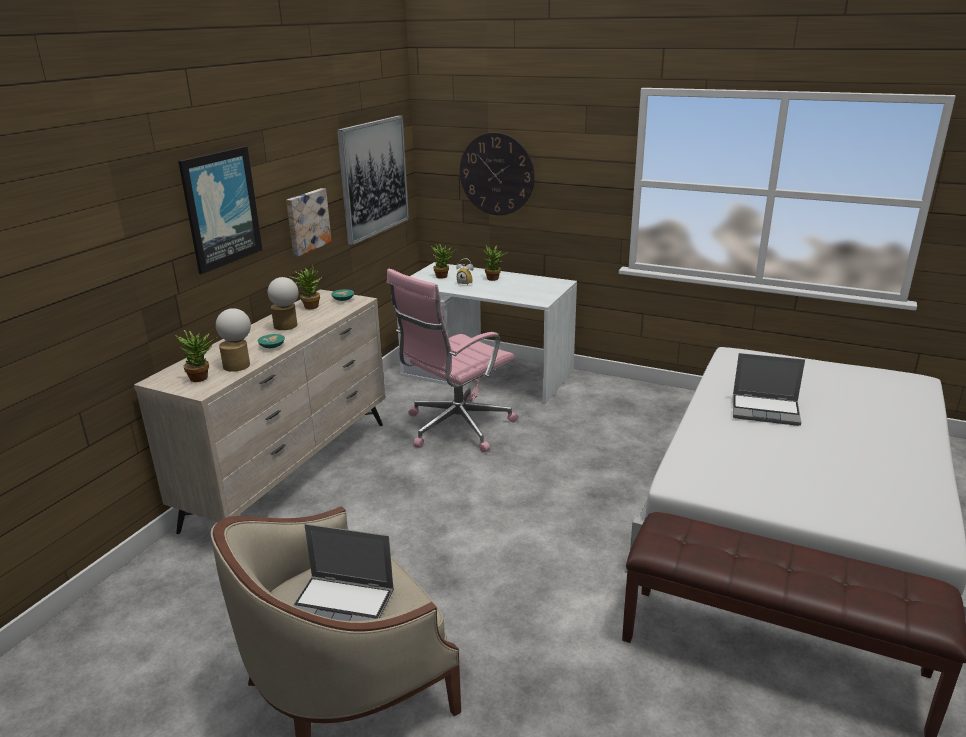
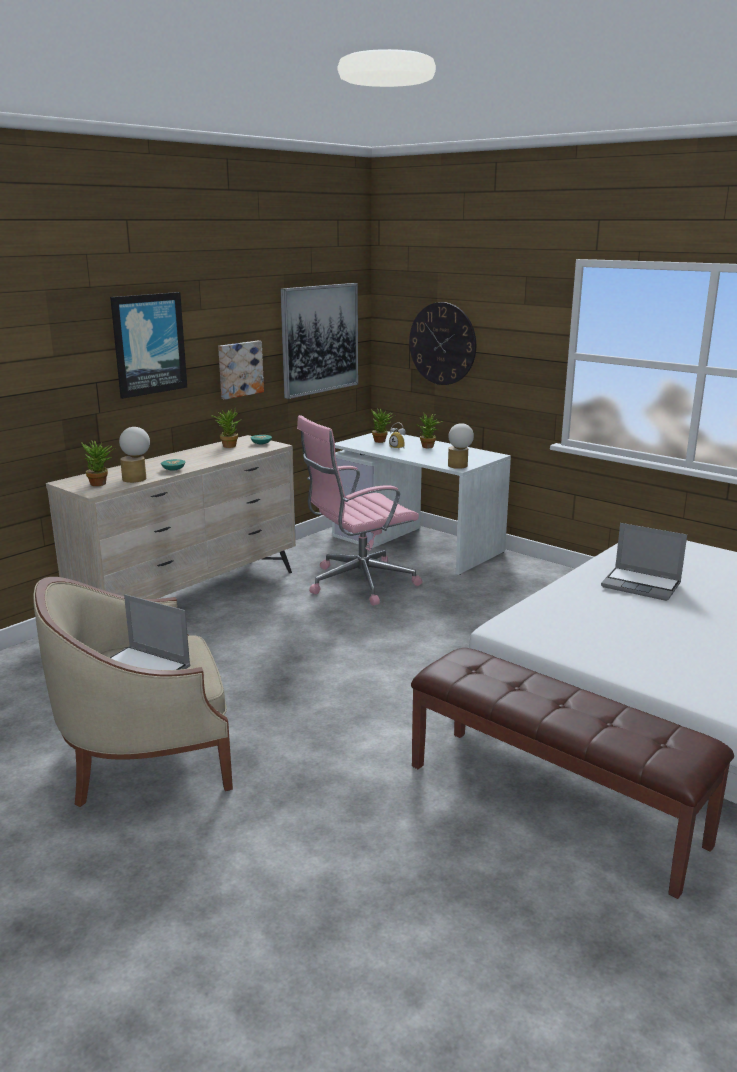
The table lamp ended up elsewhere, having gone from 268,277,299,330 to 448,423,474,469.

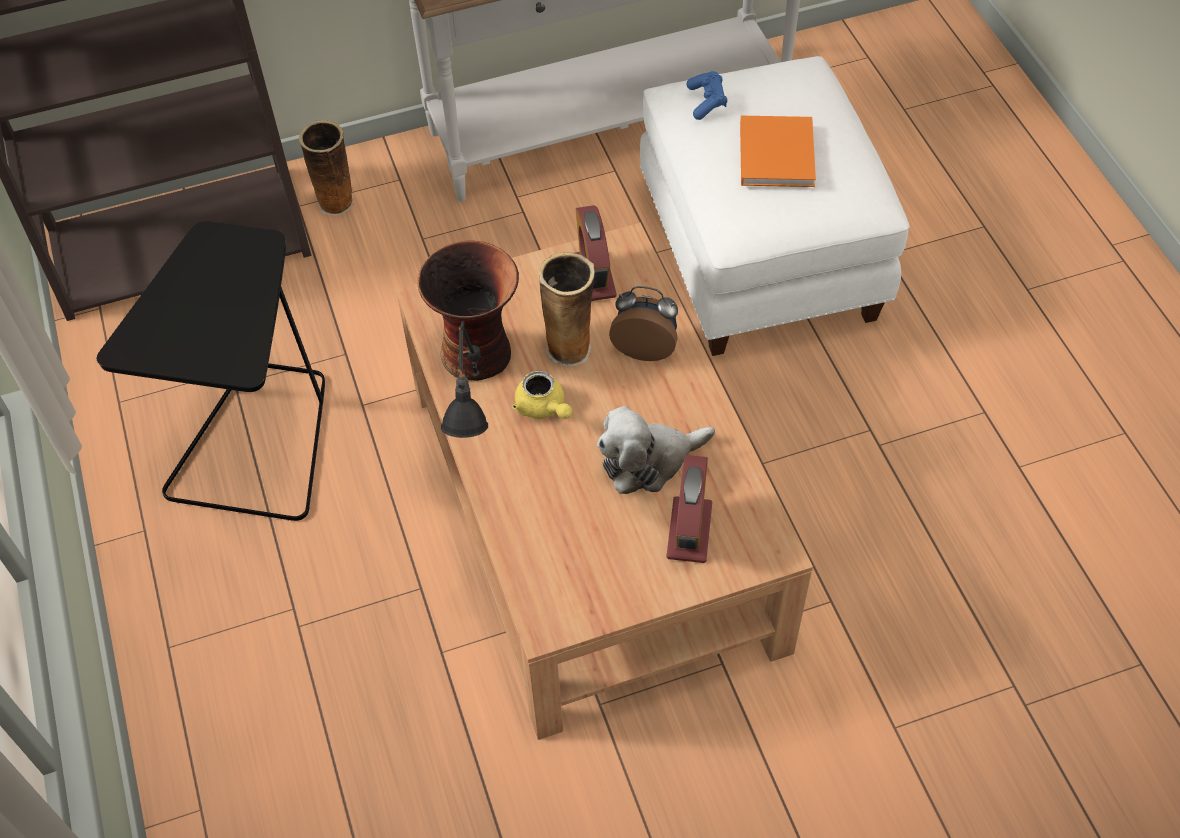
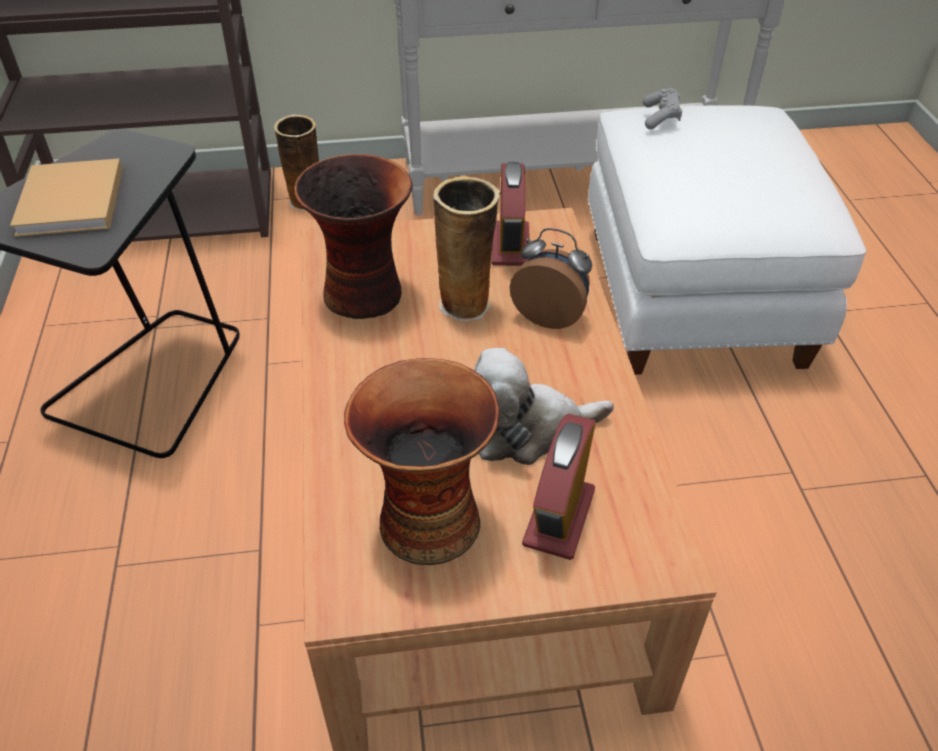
The second view gained the beige-coloured volume at 10,158,123,237. The second view gained the decorative vase at 344,358,500,565. What was the bluish game controller at 687,71,727,120 turned into the grey game controller at 643,88,682,129. The second view lost the black table lamp at 441,321,488,438. The second view lost the yellow-coloured tea pot at 512,371,572,419. The second view lost the orange volume at 740,116,816,187.

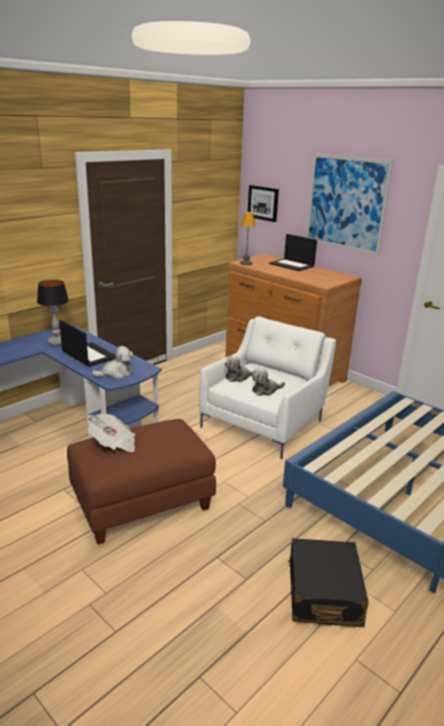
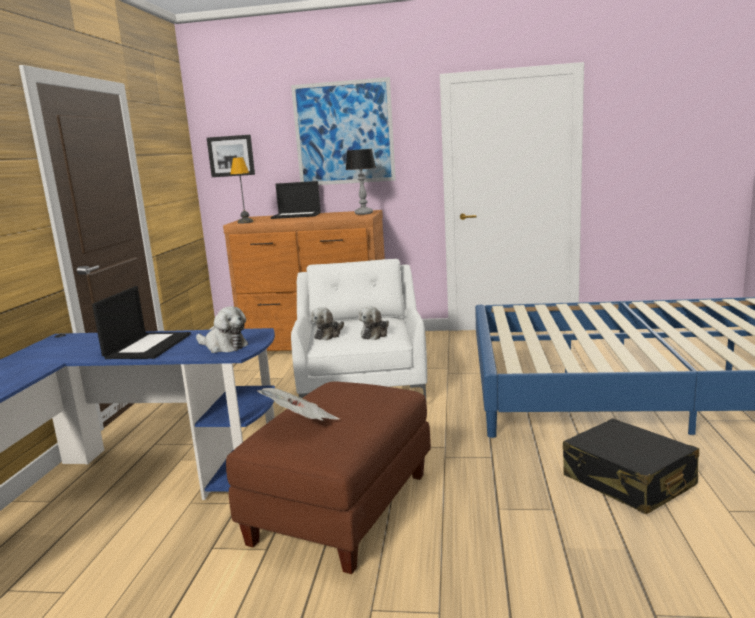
The portable computer at 59,320,115,367 ended up facing another way, 90 degrees clockwise from before. The soft toy at 92,346,134,379 ended up facing another way, 90 degrees clockwise from before. The table lamp ended up elsewhere, having gone from 37,280,69,346 to 346,149,376,215.

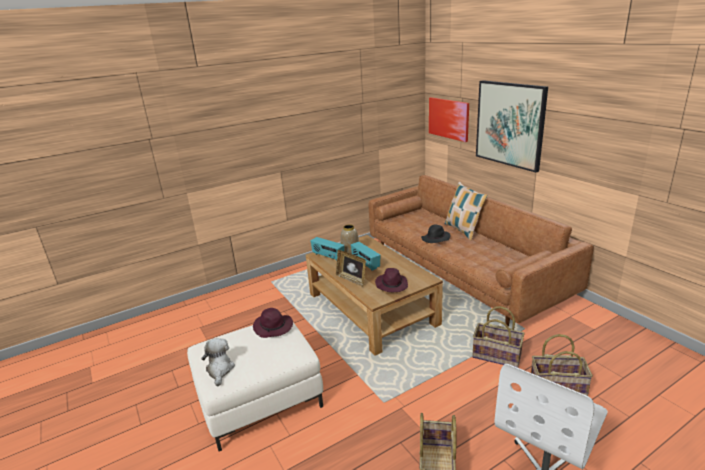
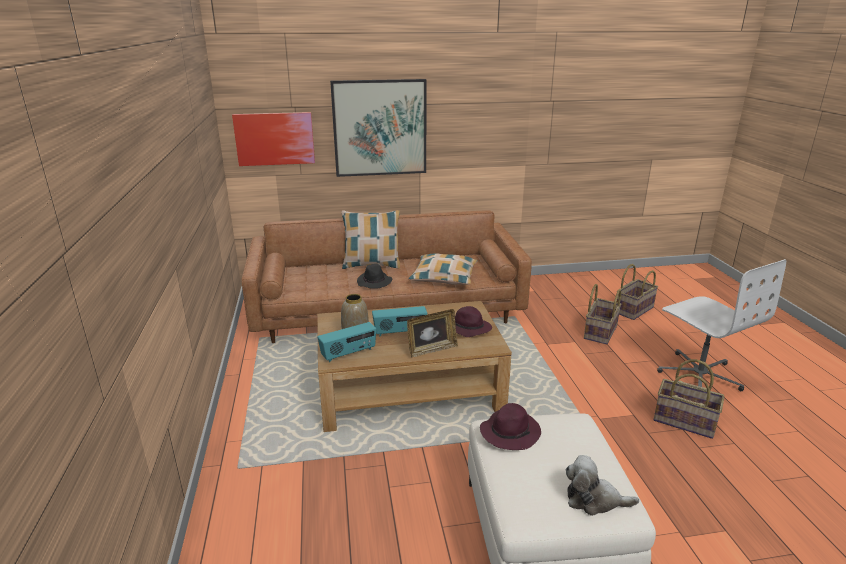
The second view gained the throw pillow at 409,253,478,285. The storage basket ended up elsewhere, having gone from 472,306,525,368 to 617,264,658,320.

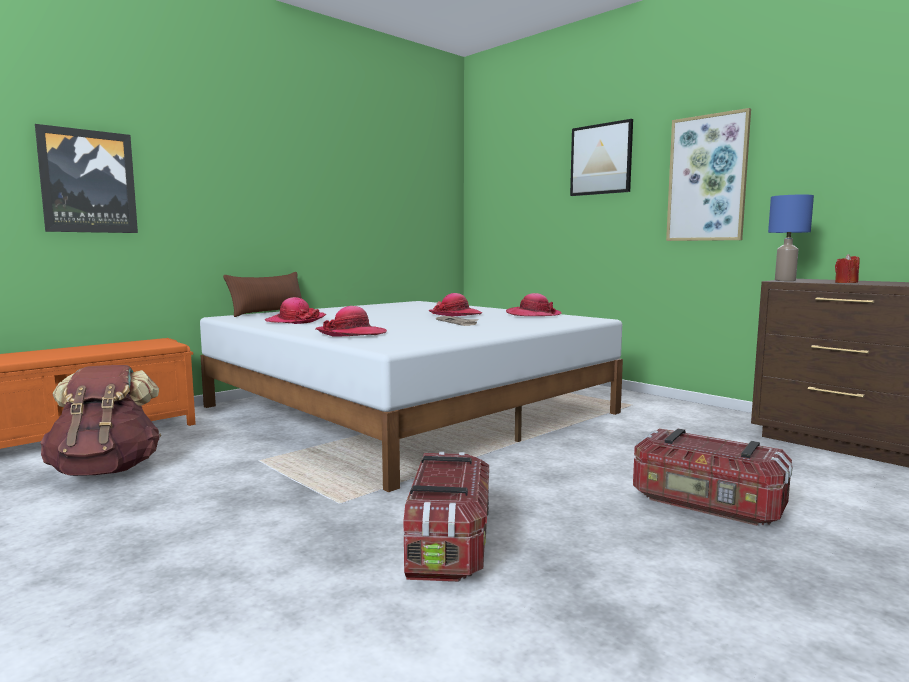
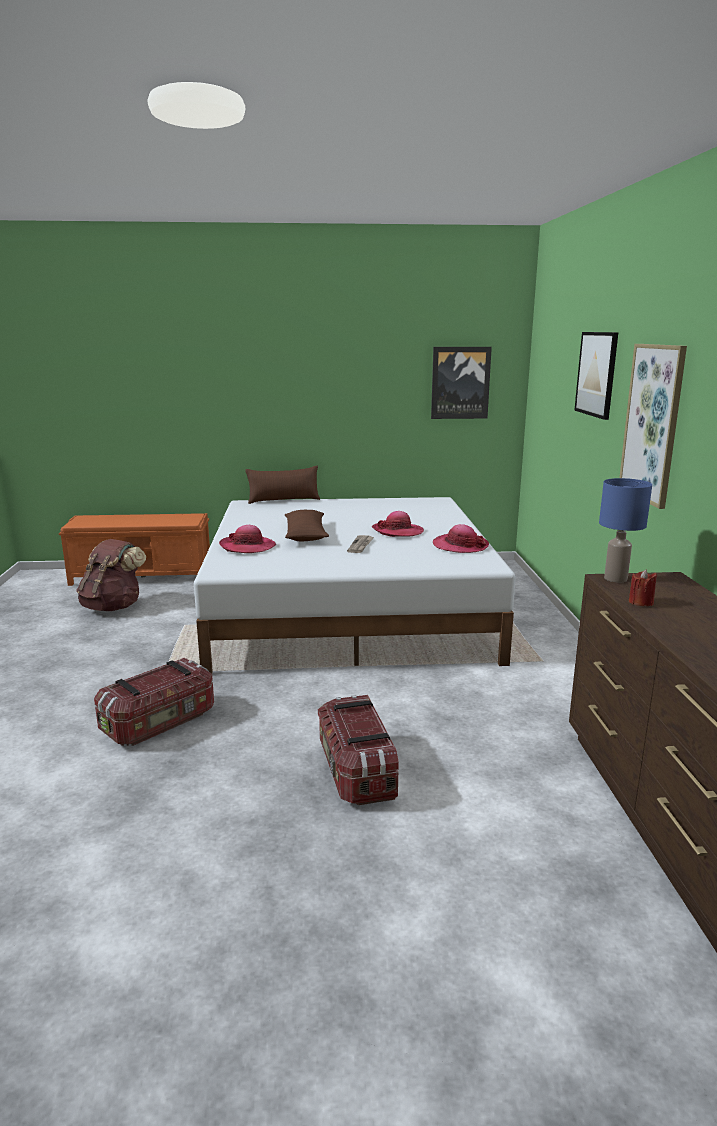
The second view gained the brownish throw pillow at 285,510,329,541. The wall art ended up elsewhere, having gone from 35,124,138,233 to 431,347,492,419. The second view lost the hat at 265,297,326,324.

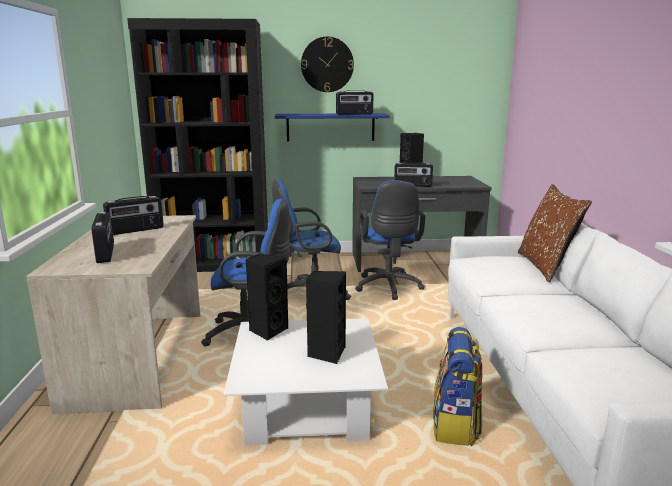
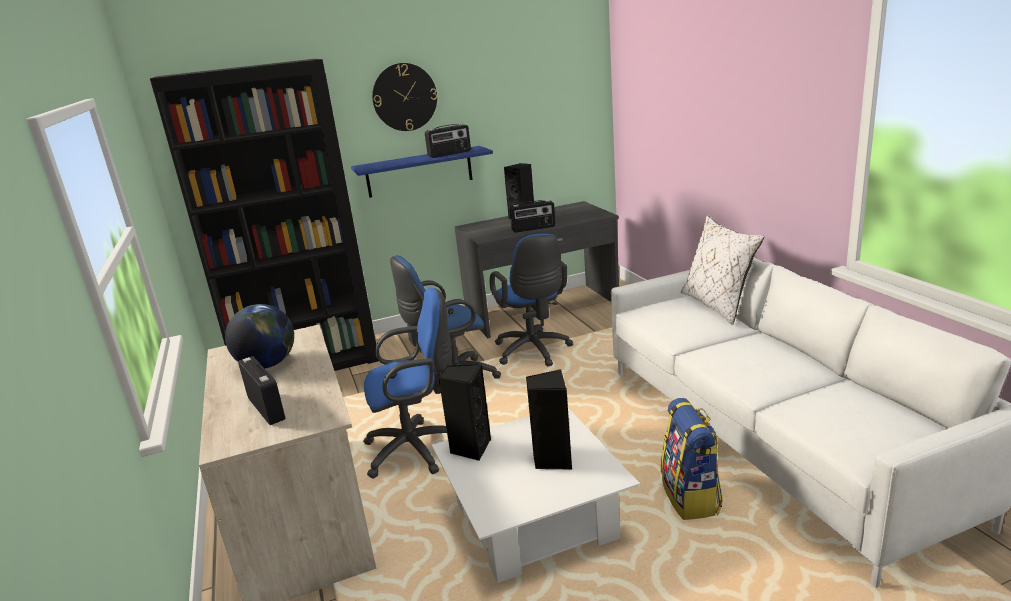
Where the radio stood at 103,196,164,235, the globe came to stand at 225,304,294,368. What was the brownish throw pillow at 518,184,592,282 turned into the whitish throw pillow at 681,216,764,325.

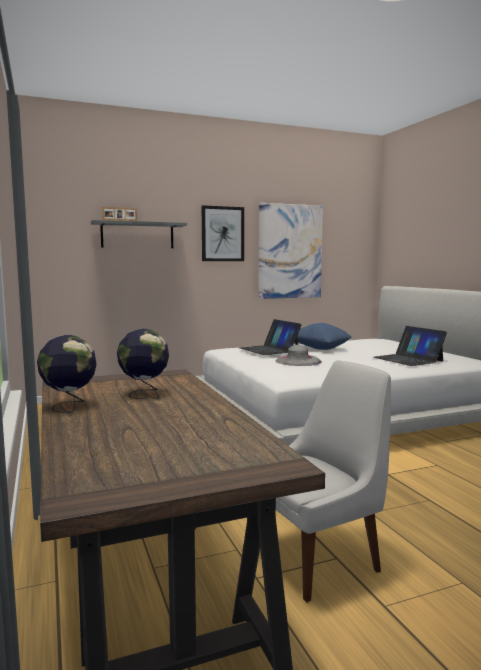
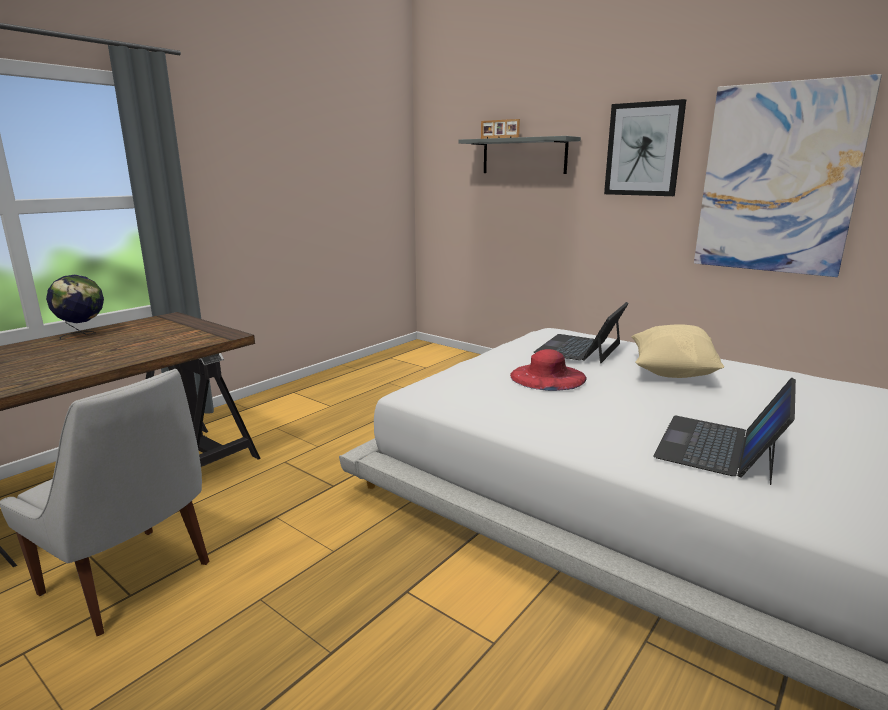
What was the grey hat at 276,345,322,366 turned into the reddish hat at 510,349,587,391. What was the bluish throw pillow at 297,323,352,350 turned into the beige-coloured throw pillow at 631,324,724,378. The second view lost the globe at 117,329,169,399.

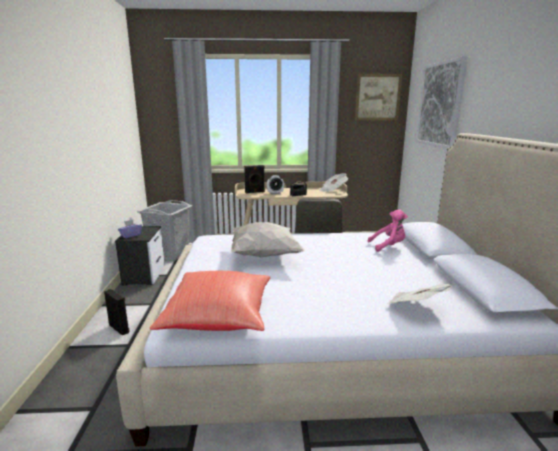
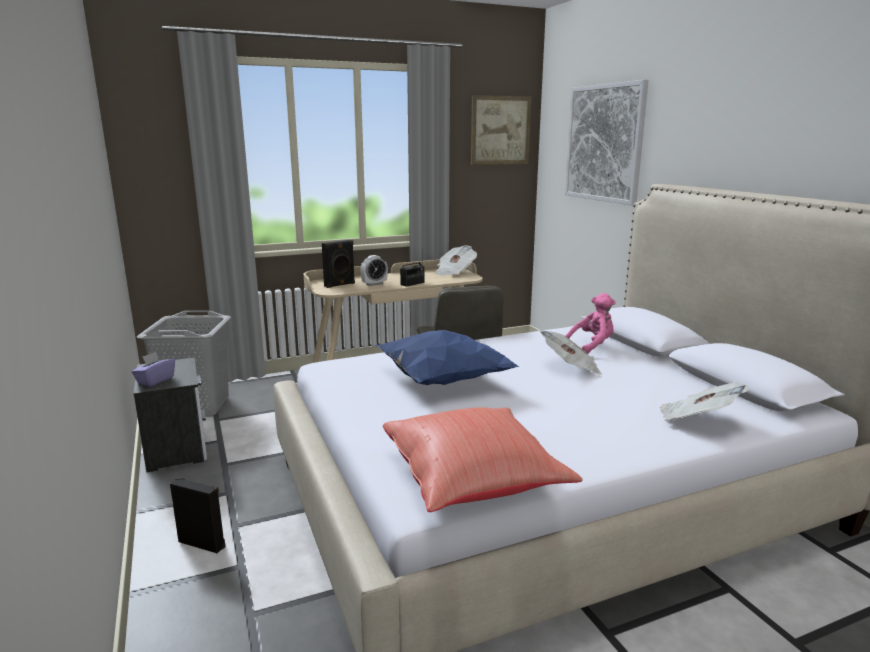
What was the whitish throw pillow at 231,222,305,257 turned into the bluish throw pillow at 375,330,519,385. The second view gained the daily paper at 540,330,603,375.

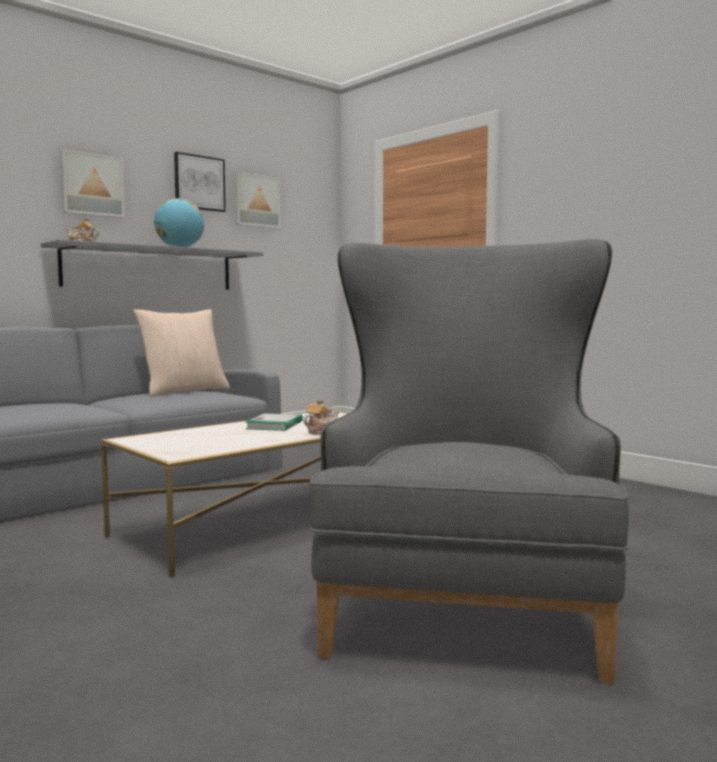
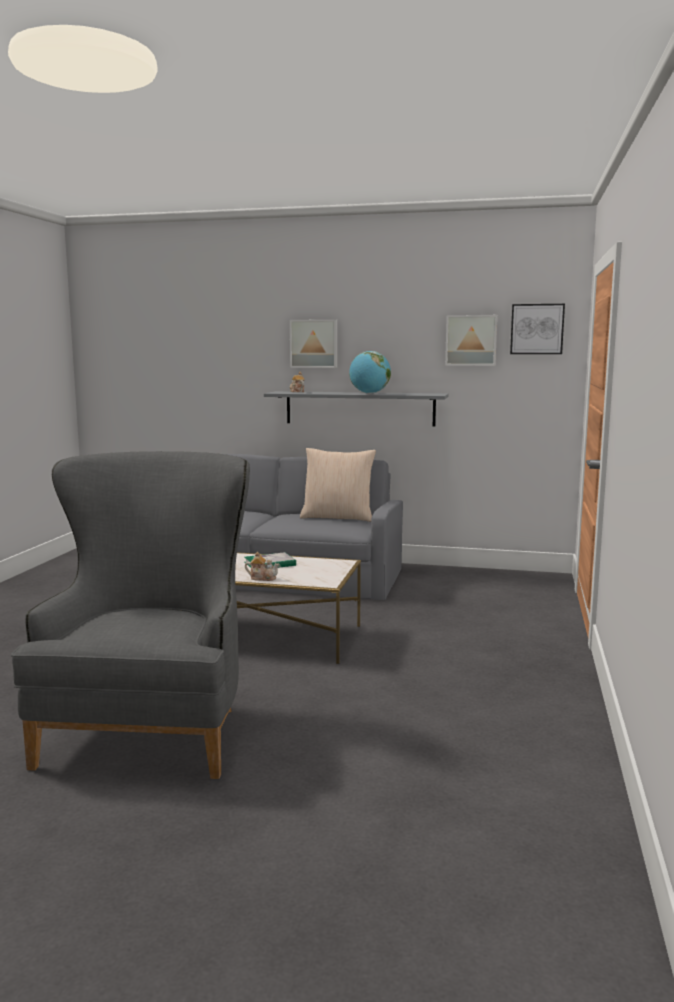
The grey lounge chair at 309,239,629,684 ended up facing another way, 60 degrees counterclockwise from before. The wall art ended up elsewhere, having gone from 174,152,226,212 to 510,304,565,354.

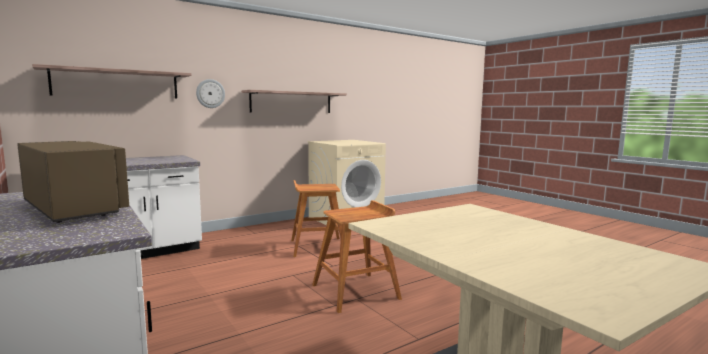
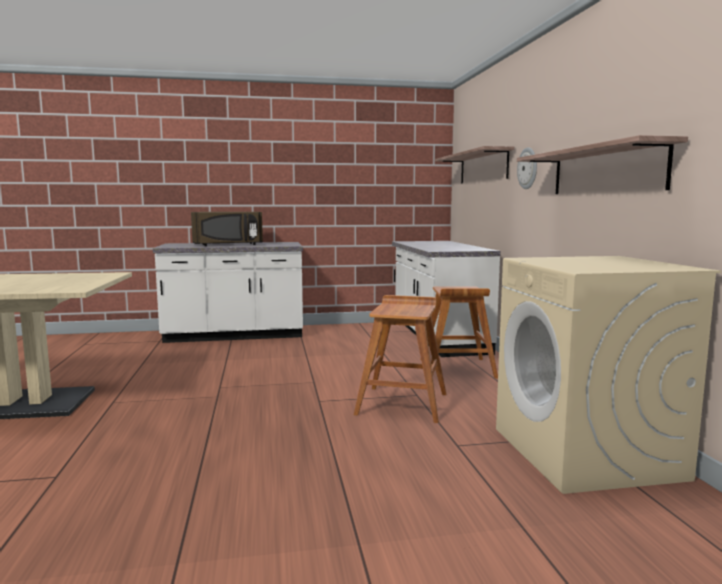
The brownish stool ended up elsewhere, having gone from 312,200,402,313 to 420,286,498,379.

